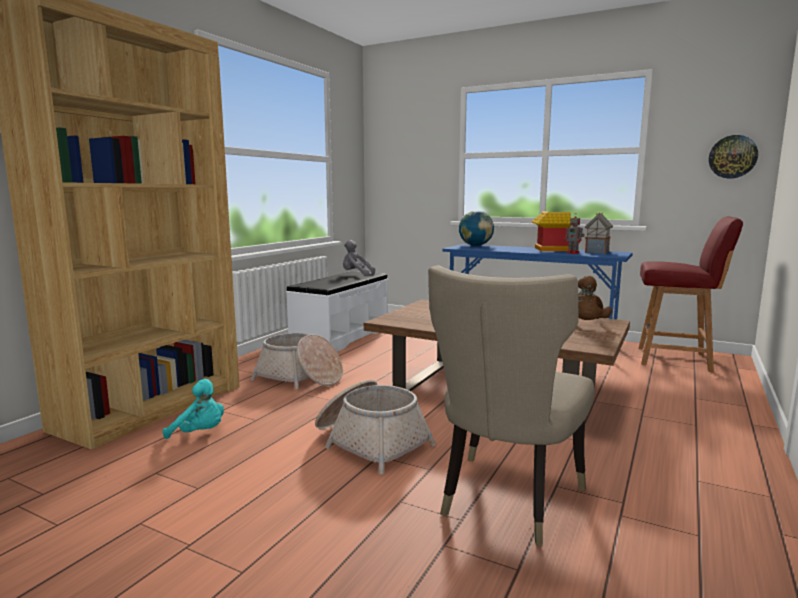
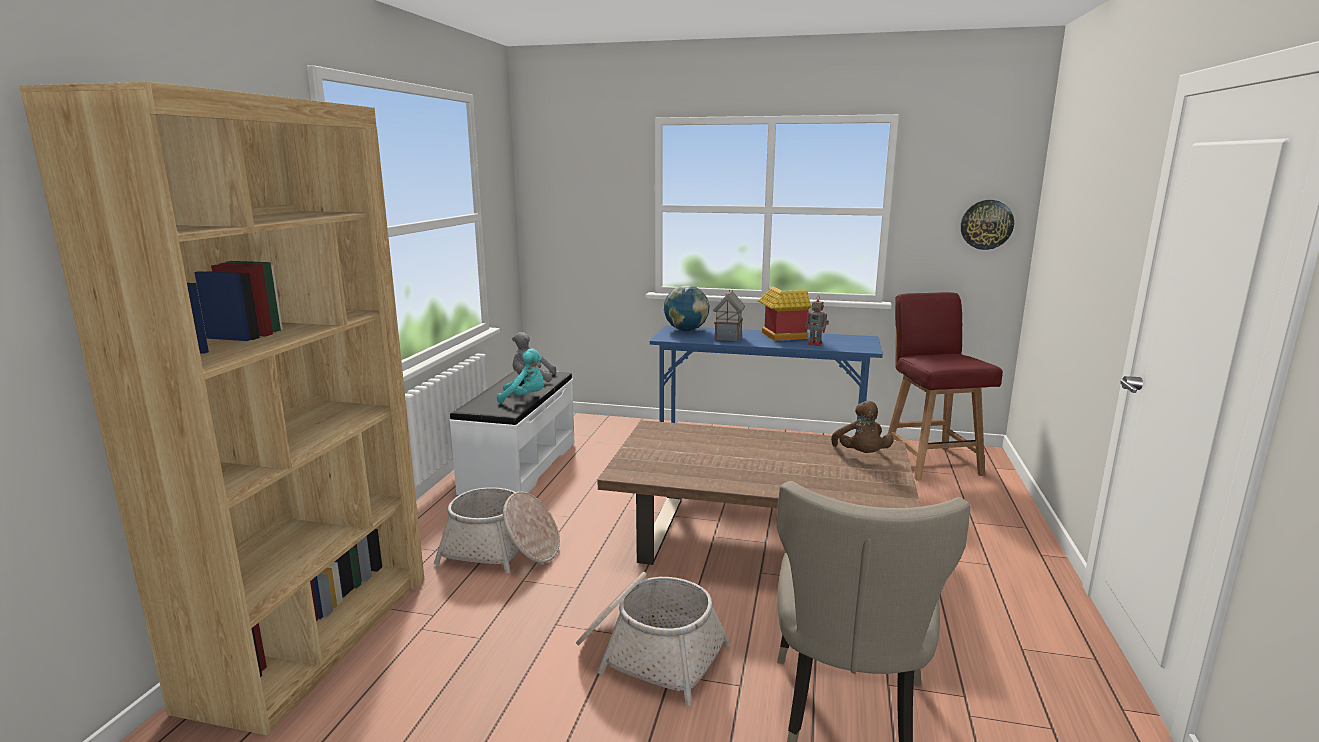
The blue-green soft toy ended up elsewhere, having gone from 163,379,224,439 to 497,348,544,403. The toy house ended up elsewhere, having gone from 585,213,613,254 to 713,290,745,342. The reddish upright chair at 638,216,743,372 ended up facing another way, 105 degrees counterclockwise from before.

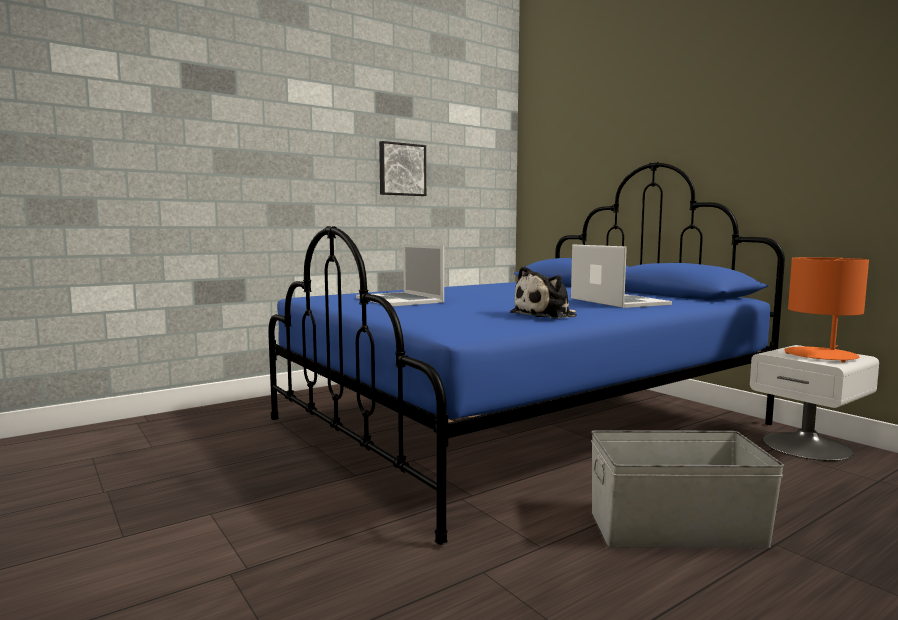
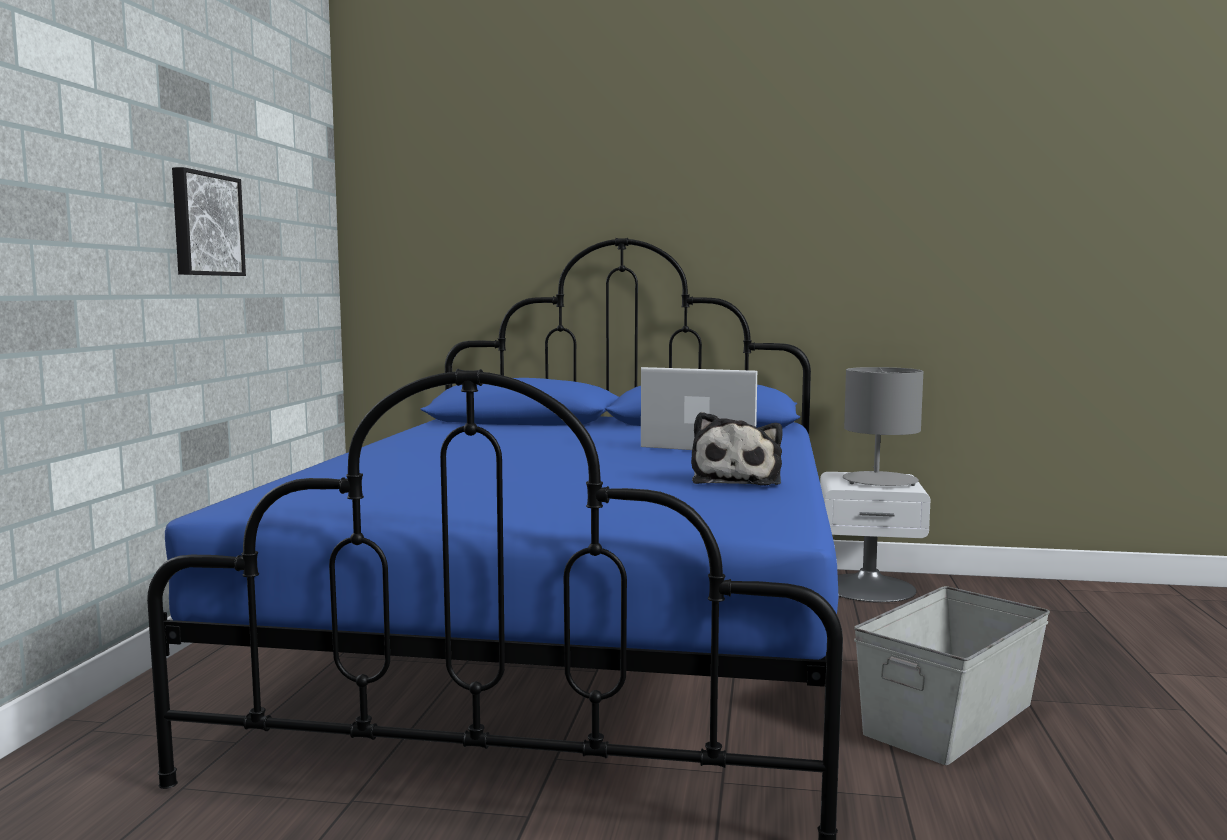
What was the orange table lamp at 785,257,869,363 turned into the grey table lamp at 843,367,923,486. The second view lost the portable computer at 356,244,444,307.

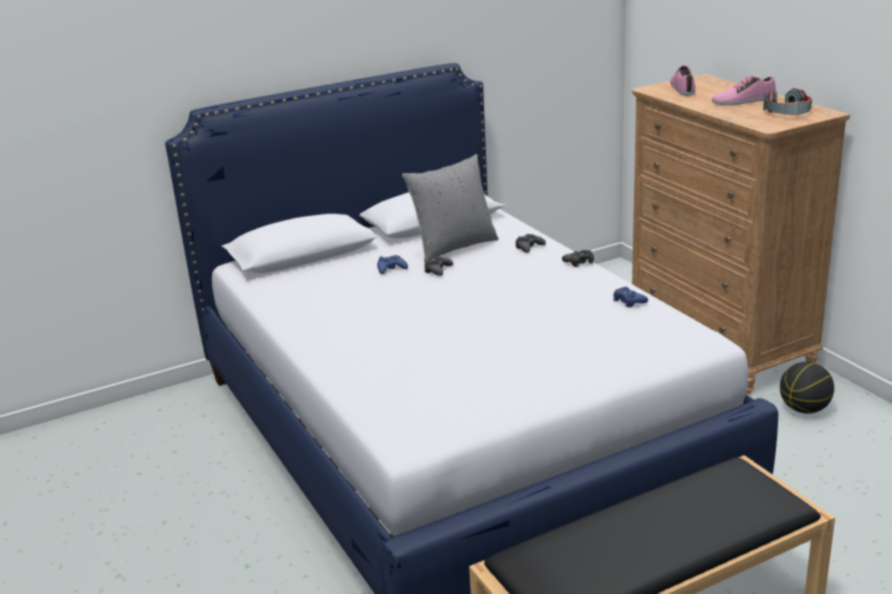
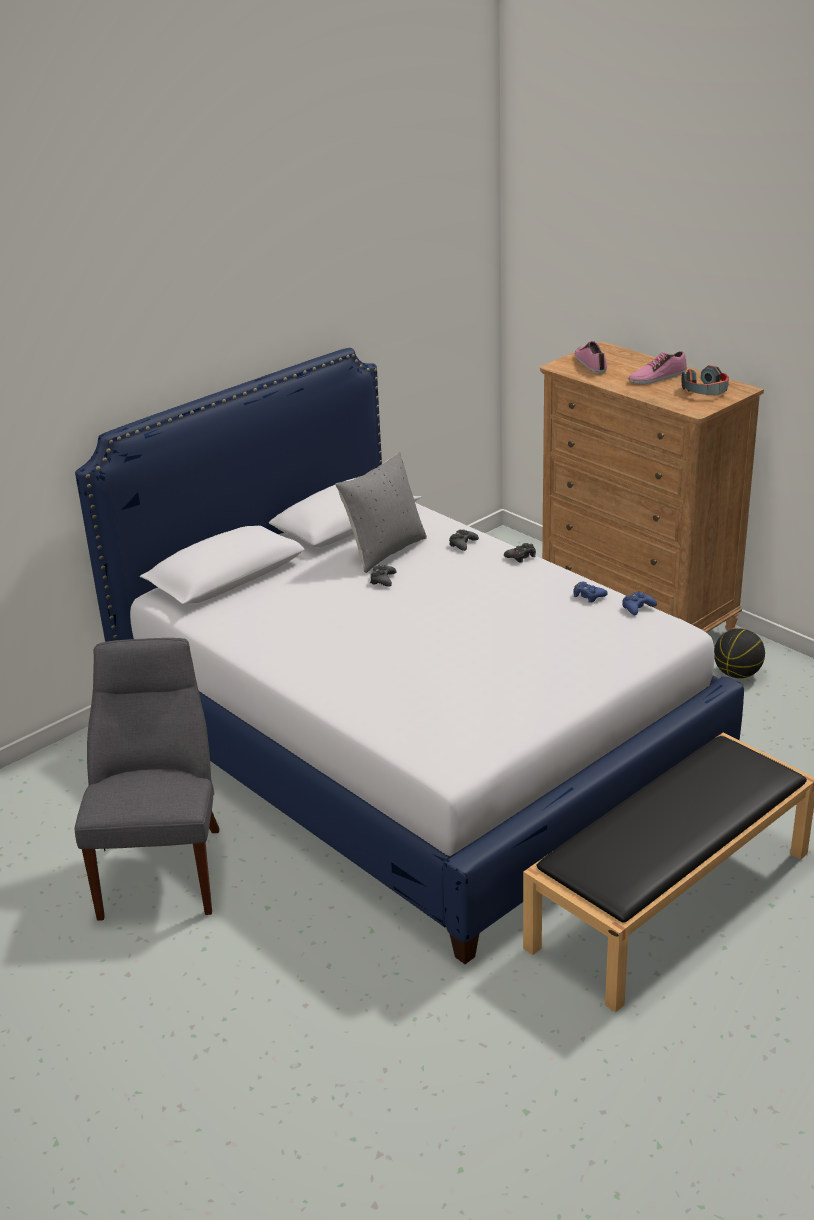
The second view gained the grey upright chair at 74,638,219,921. The bluish game controller ended up elsewhere, having gone from 377,255,408,274 to 622,591,657,615.

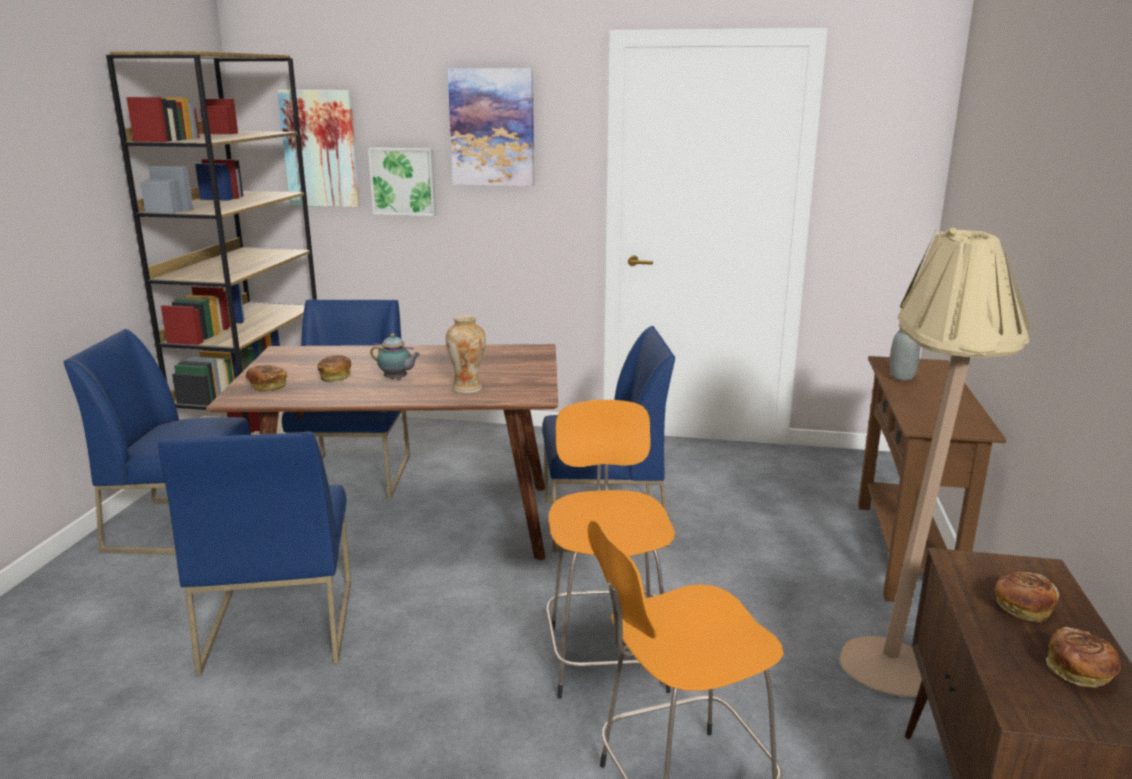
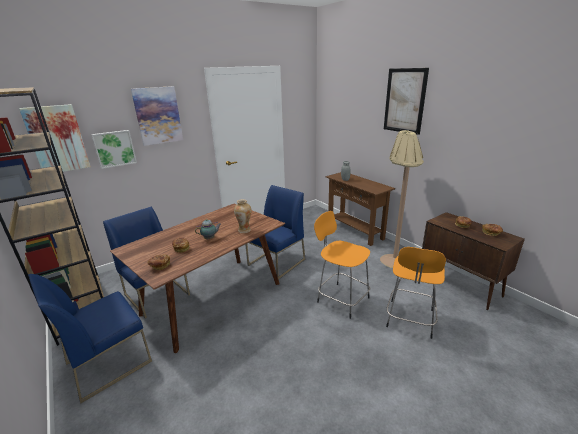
The second view gained the wall art at 384,68,429,135. The second view lost the bluish upright chair at 158,431,351,676.

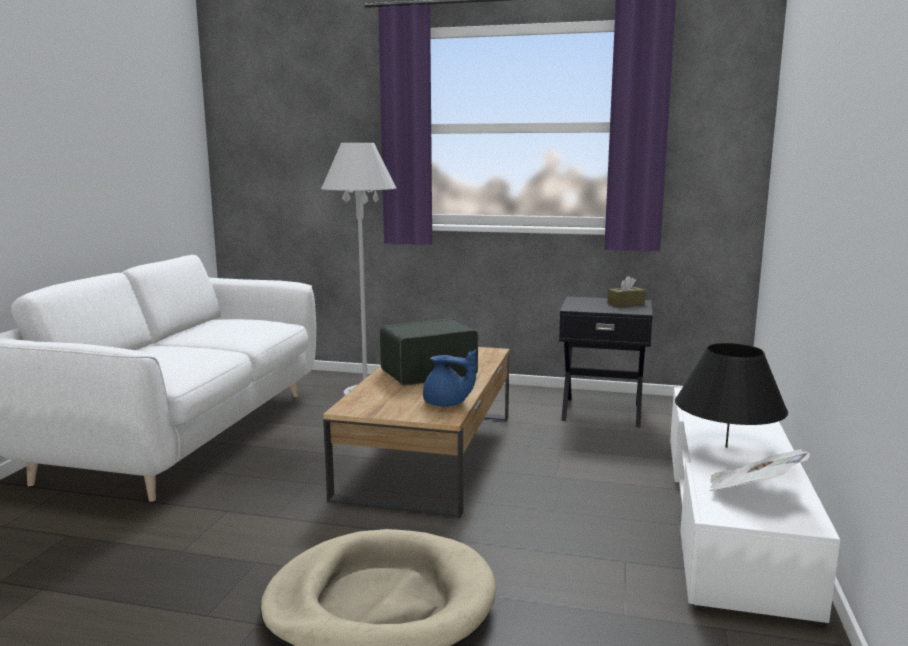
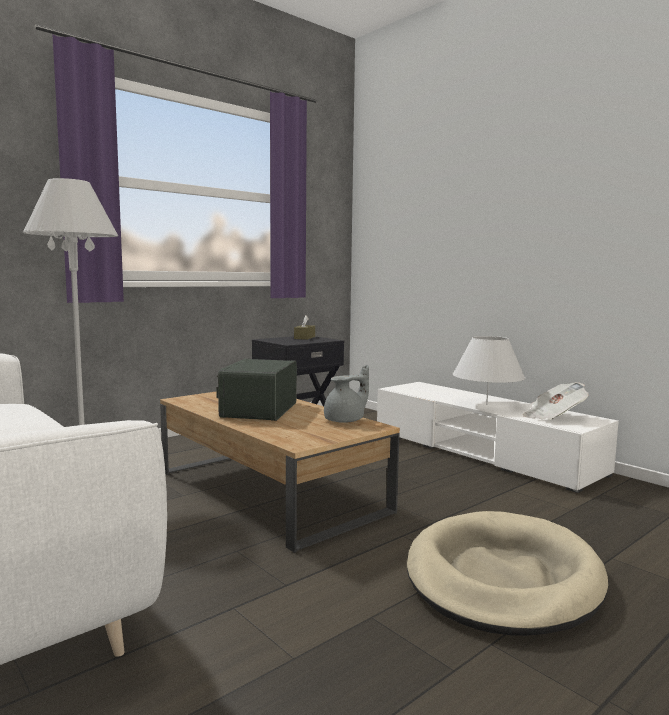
What was the bluish tea pot at 423,350,477,407 turned into the grey tea pot at 324,365,369,423. What was the black table lamp at 675,343,788,448 turned into the whitish table lamp at 453,336,525,405.

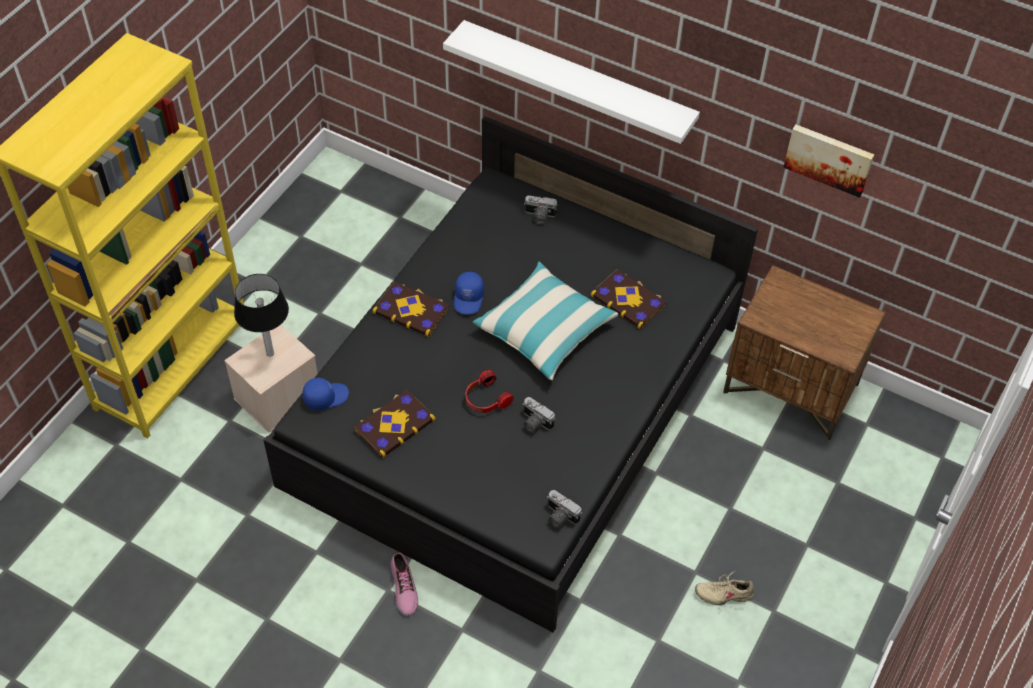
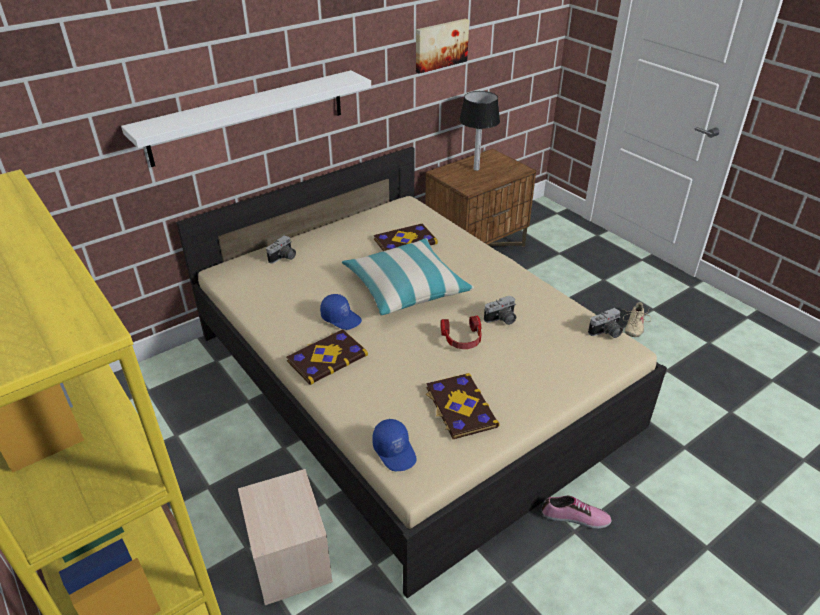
What was the black sleeping bed at 263,116,758,632 turned into the beige-coloured sleeping bed at 176,147,667,598. The bluish peaked cap at 302,378,349,410 ended up facing another way, 150 degrees clockwise from before. The table lamp ended up elsewhere, having gone from 234,274,289,357 to 459,91,500,171.

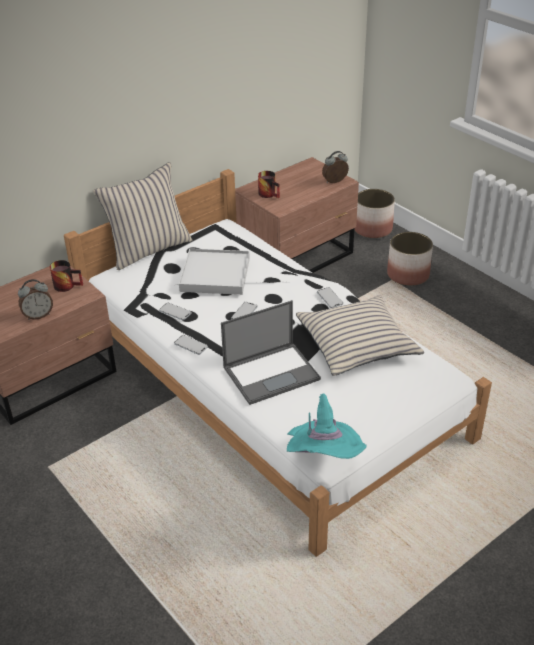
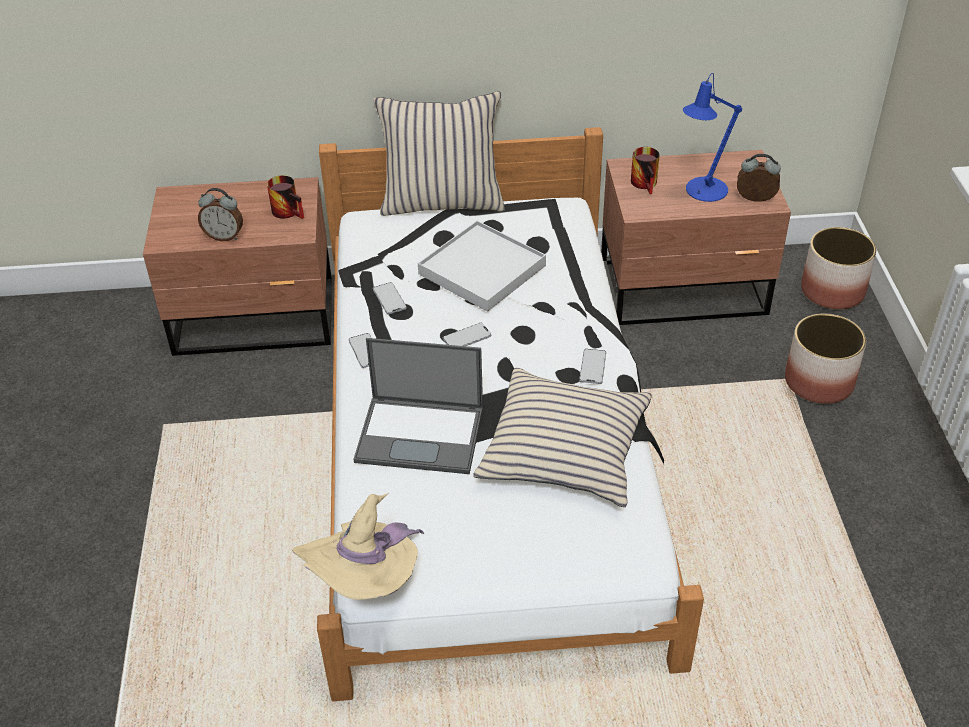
What was the blue-green hat at 287,394,367,459 turned into the beige-coloured hat at 292,493,424,600. The second view gained the bluish table lamp at 683,73,742,202.

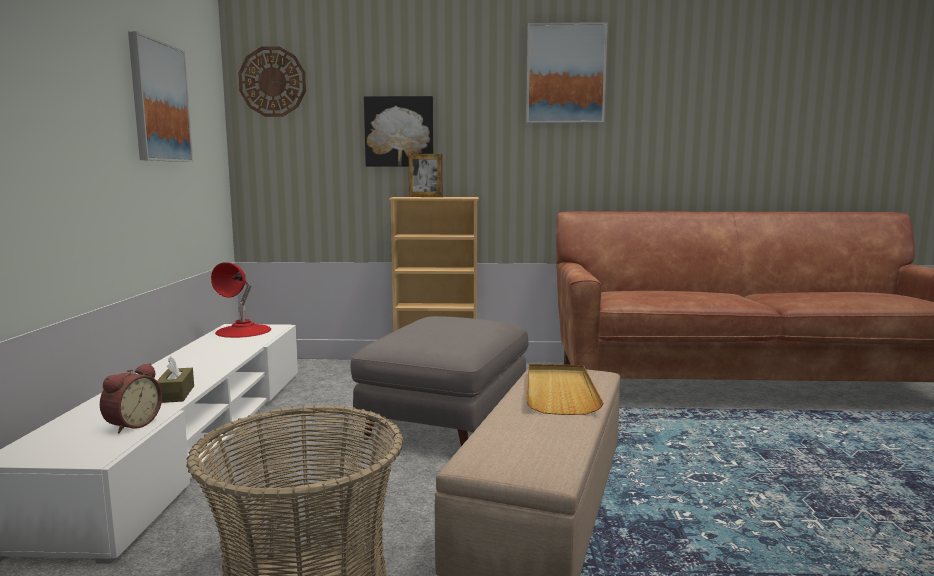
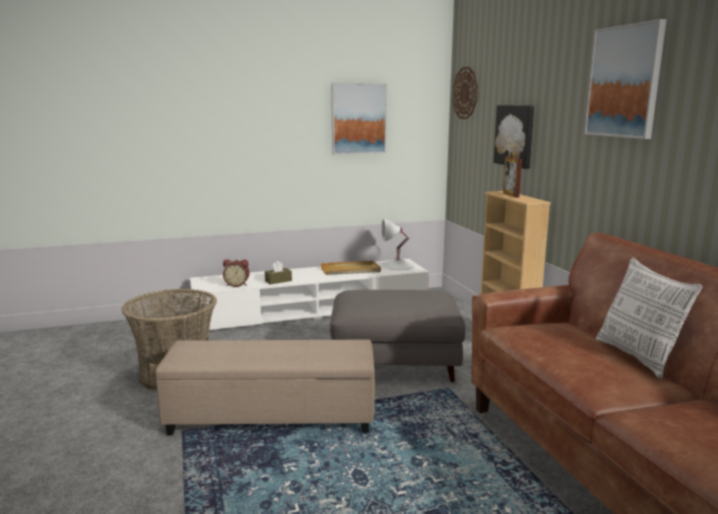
The beige-coloured serving tray ended up elsewhere, having gone from 526,364,604,415 to 320,261,381,275. What was the reddish table lamp at 211,262,271,338 turned into the whitish table lamp at 381,219,416,270. The second view gained the throw pillow at 596,258,703,379.

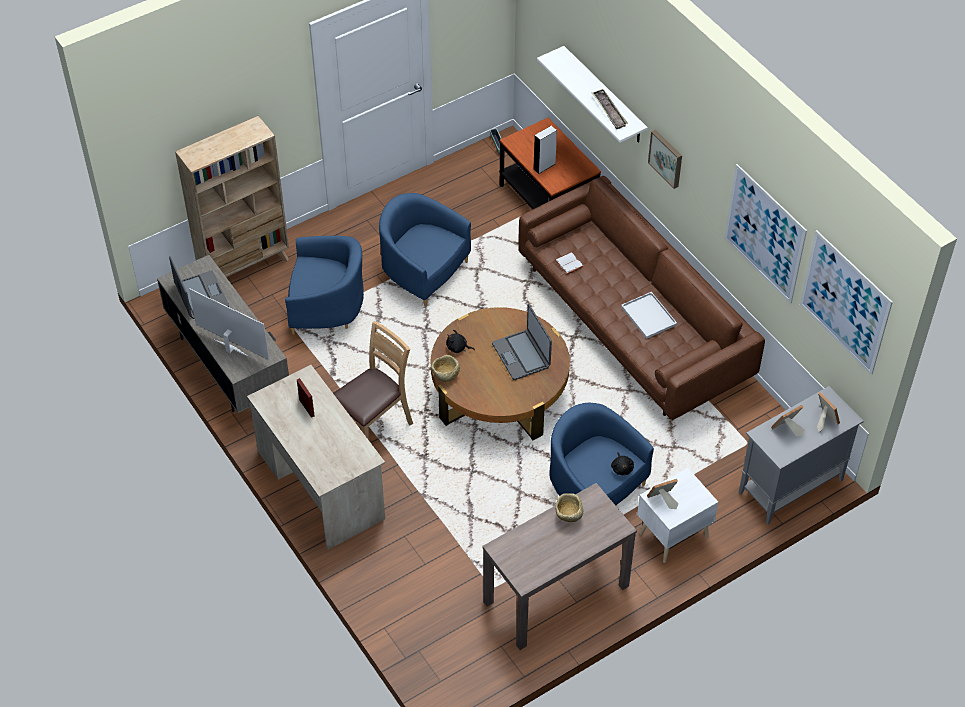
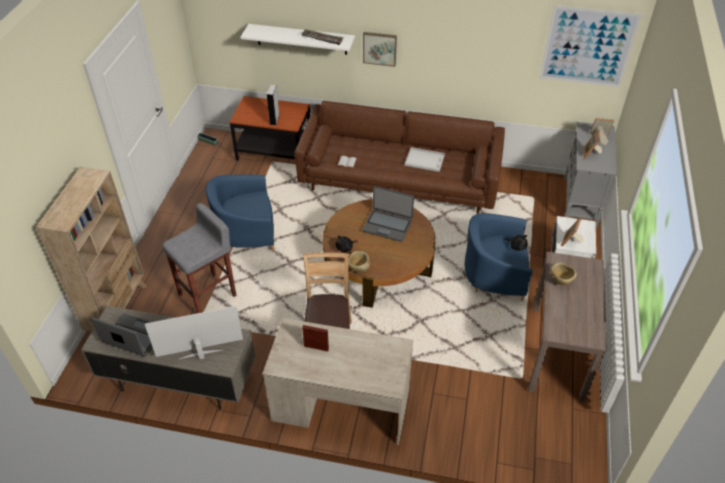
Where the bluish lounge chair stood at 285,236,364,335, the grey stool came to stand at 162,203,236,313. The second view lost the wall art at 724,164,807,304.

